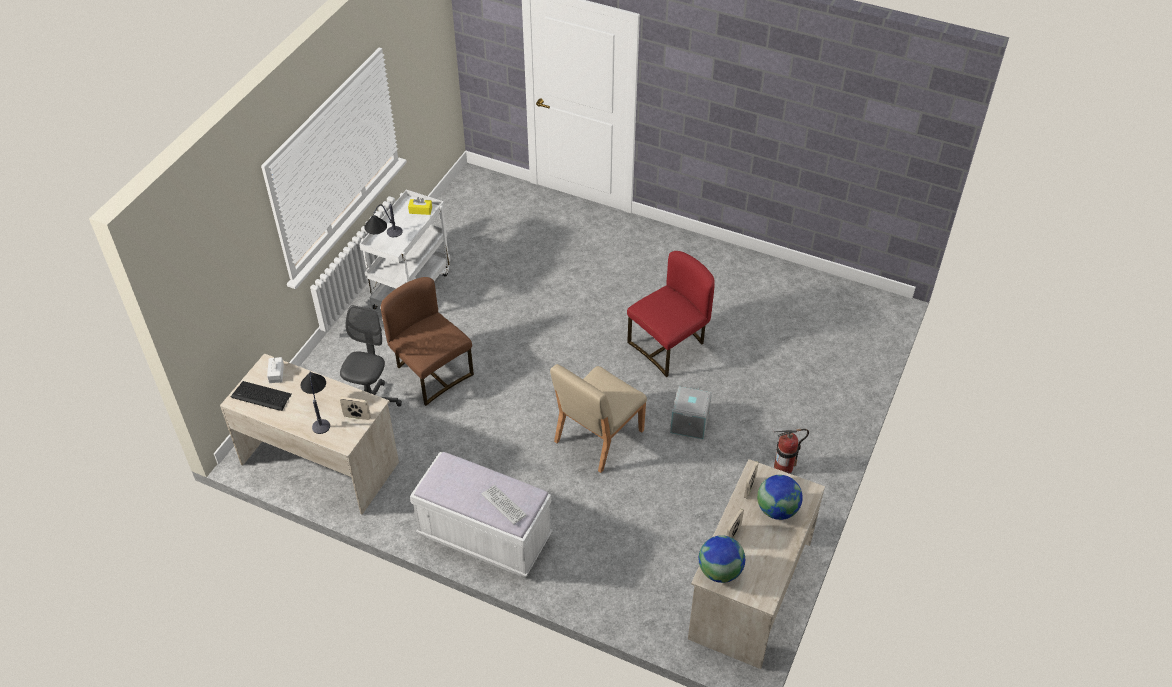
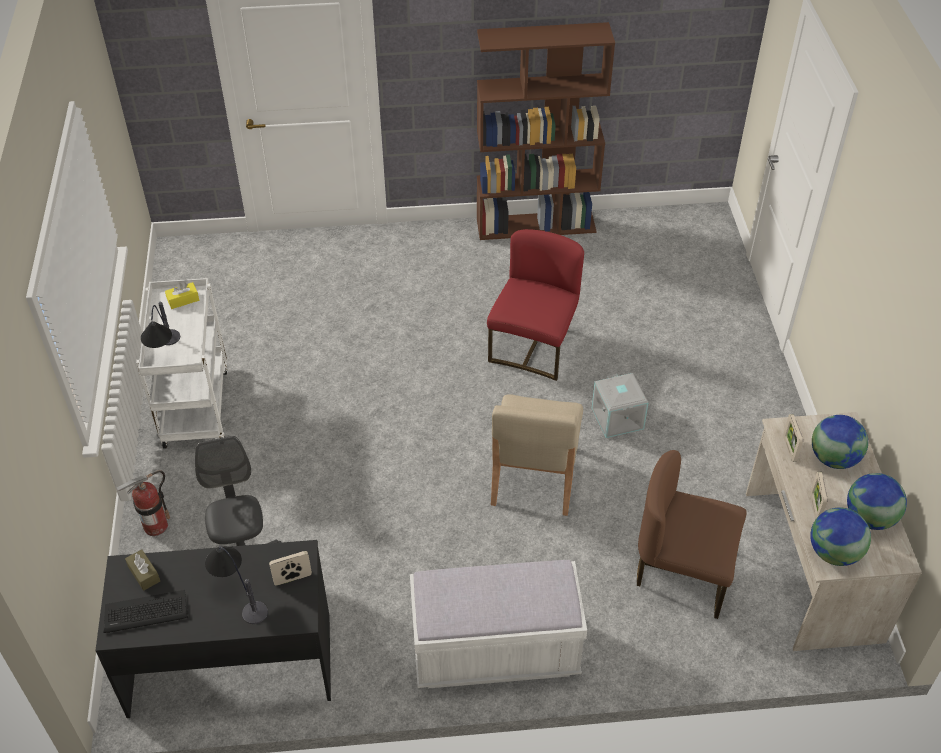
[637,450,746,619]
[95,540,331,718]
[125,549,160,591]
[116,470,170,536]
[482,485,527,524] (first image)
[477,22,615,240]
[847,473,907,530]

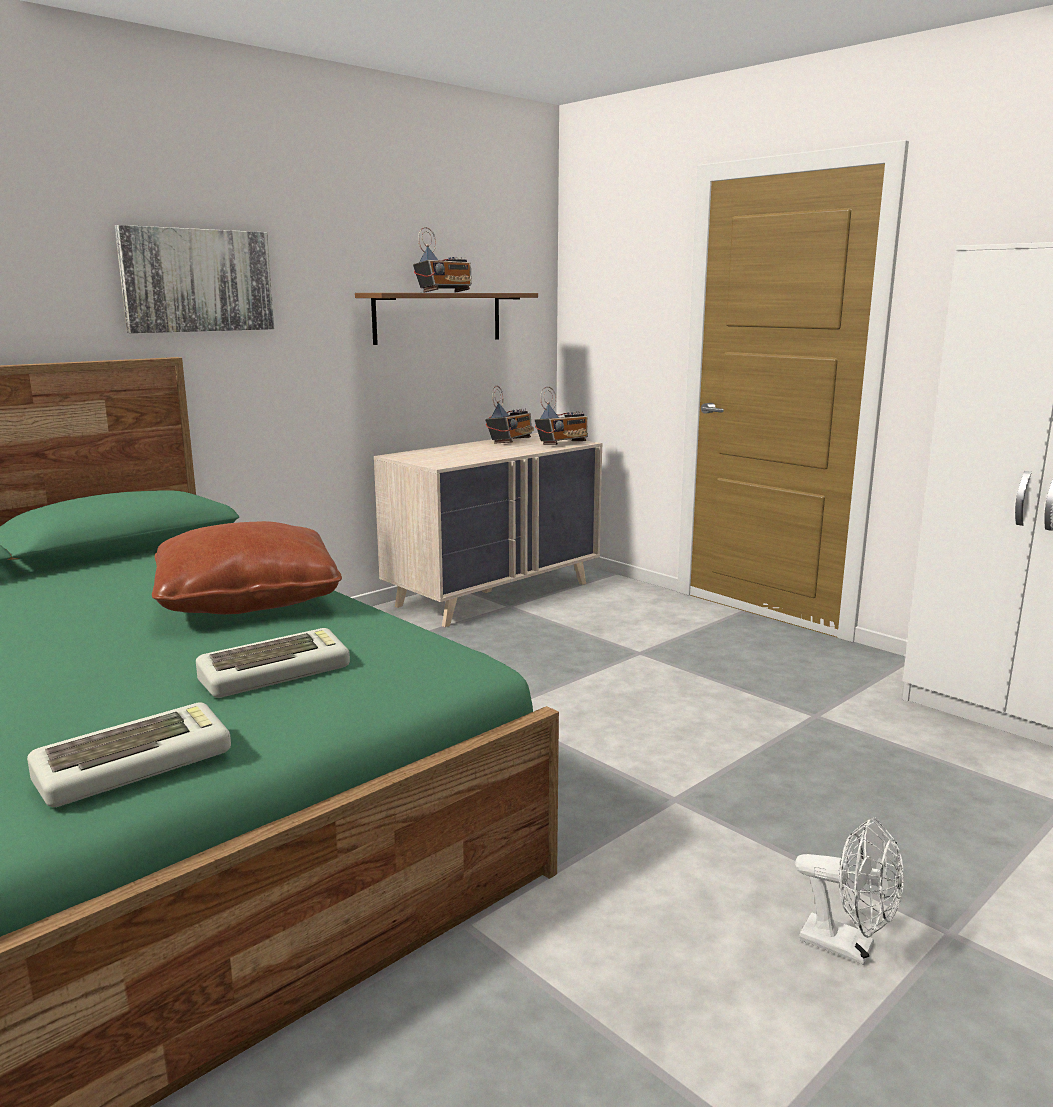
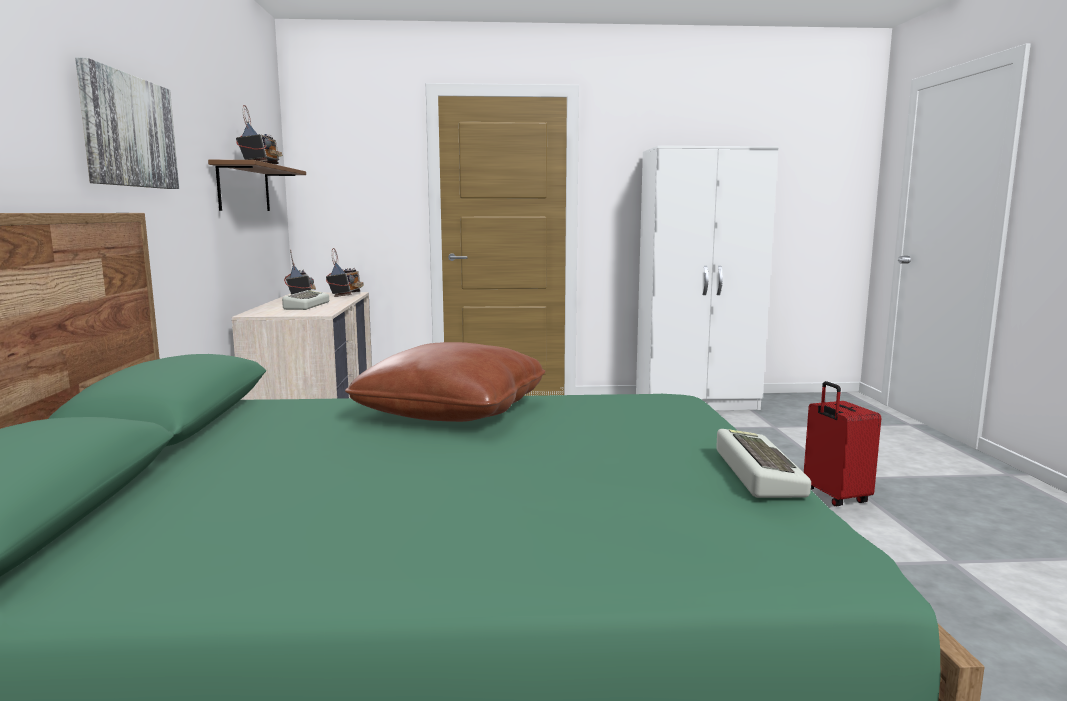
[282,290,329,310]
[804,381,881,506]

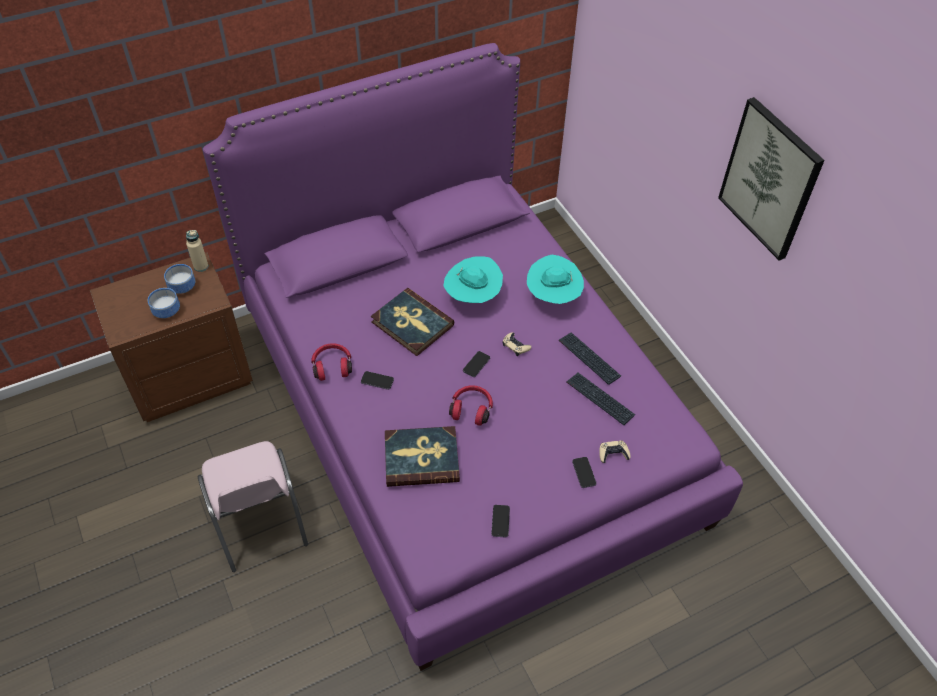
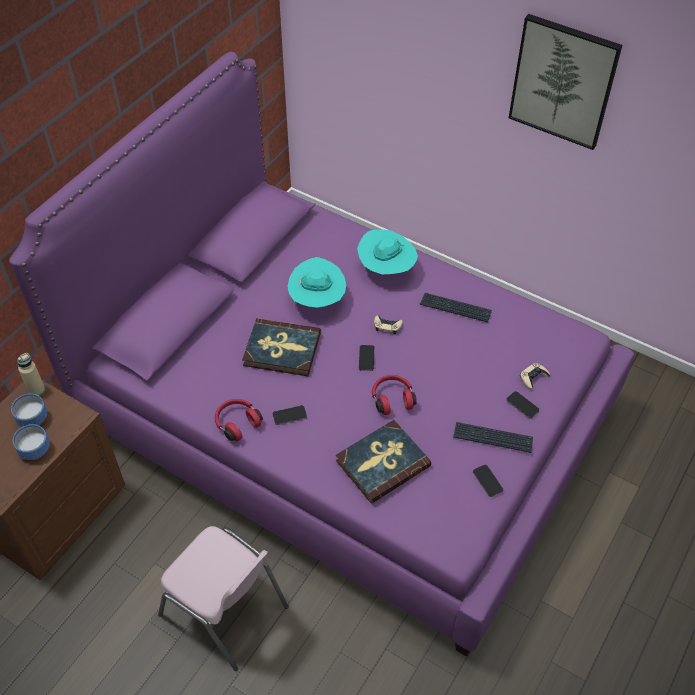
[453,422,533,453]

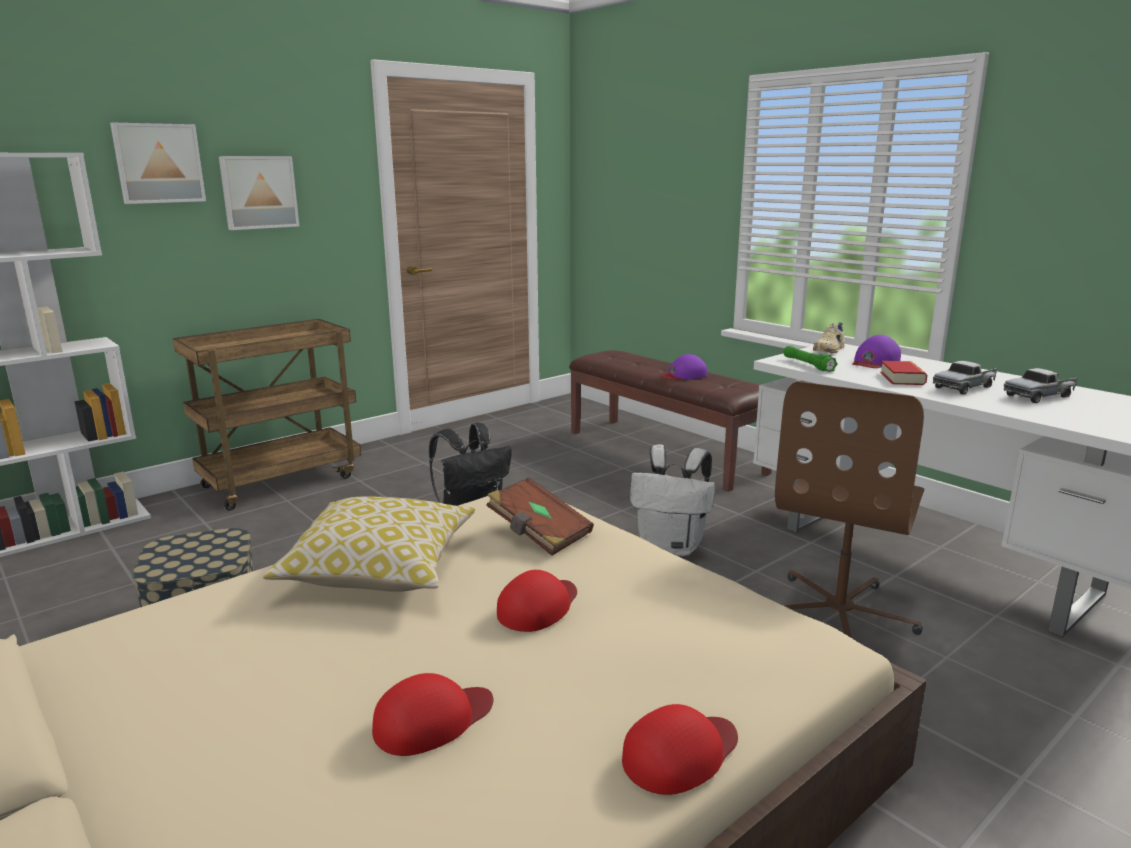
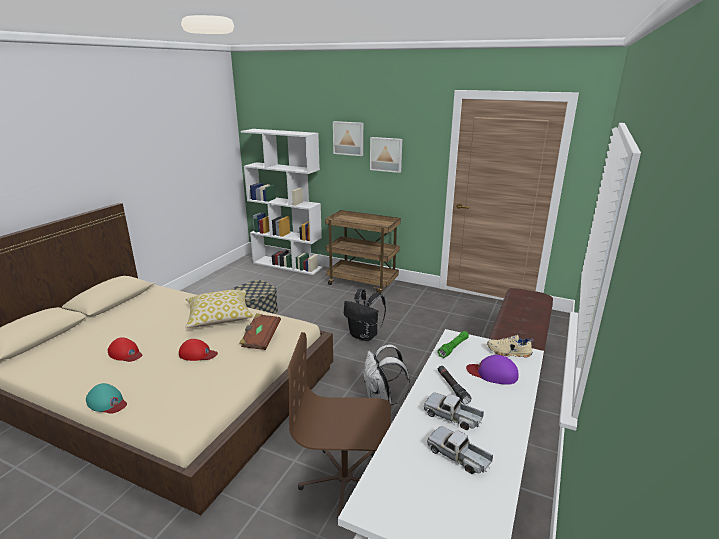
[660,354,707,380] (first image)
[438,366,471,404]
[86,383,127,414]

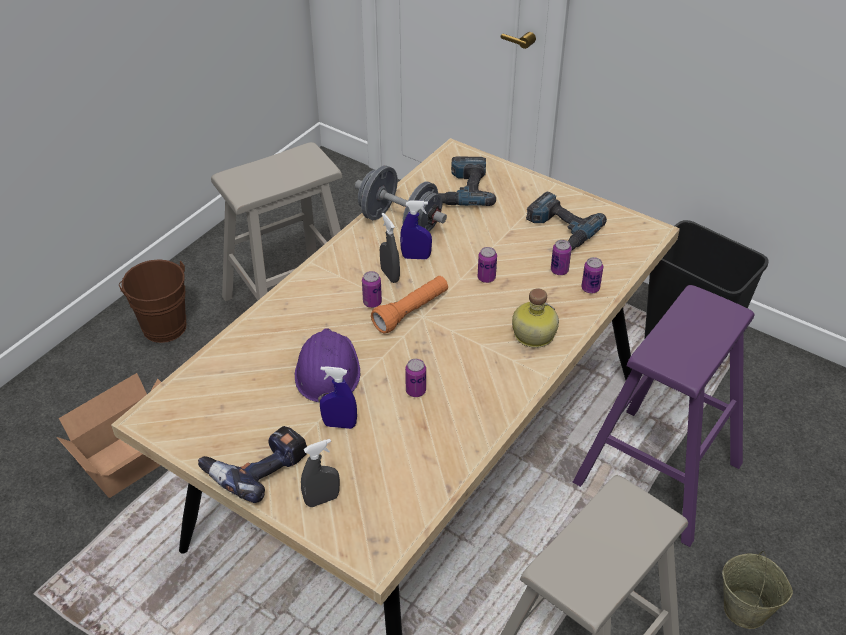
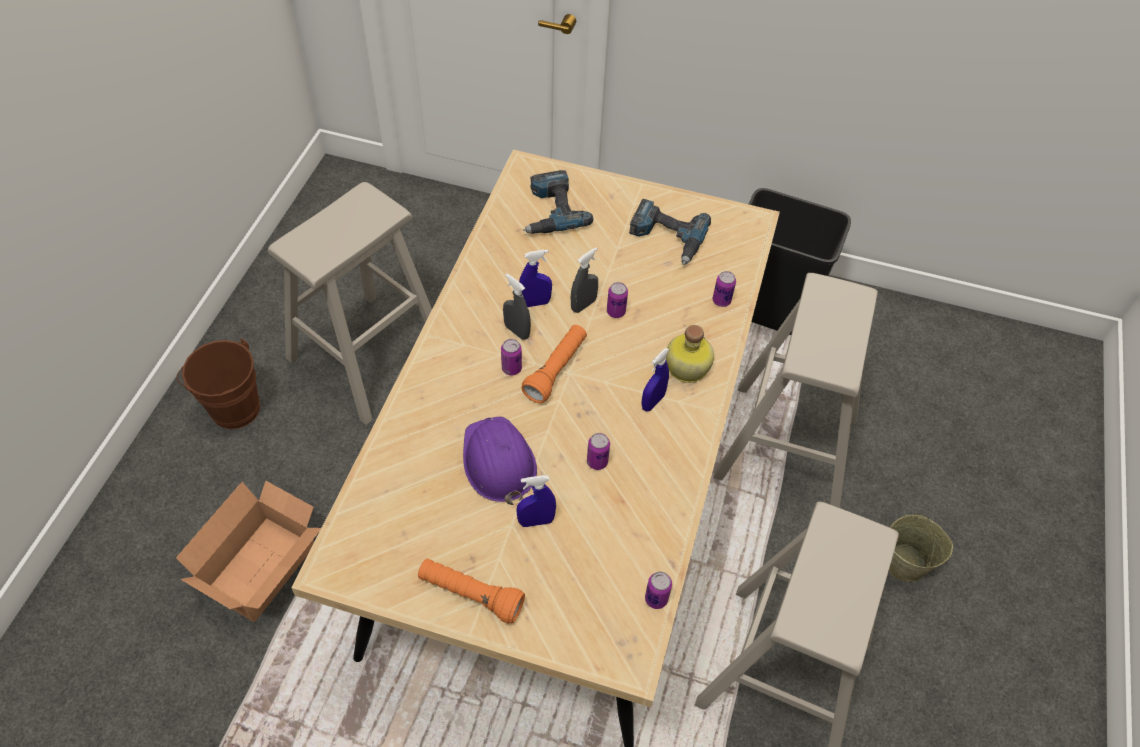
[355,165,447,232] (first image)
[645,572,672,609]
[713,273,878,508]
[418,558,525,624]
[571,247,598,313]
[641,348,669,412]

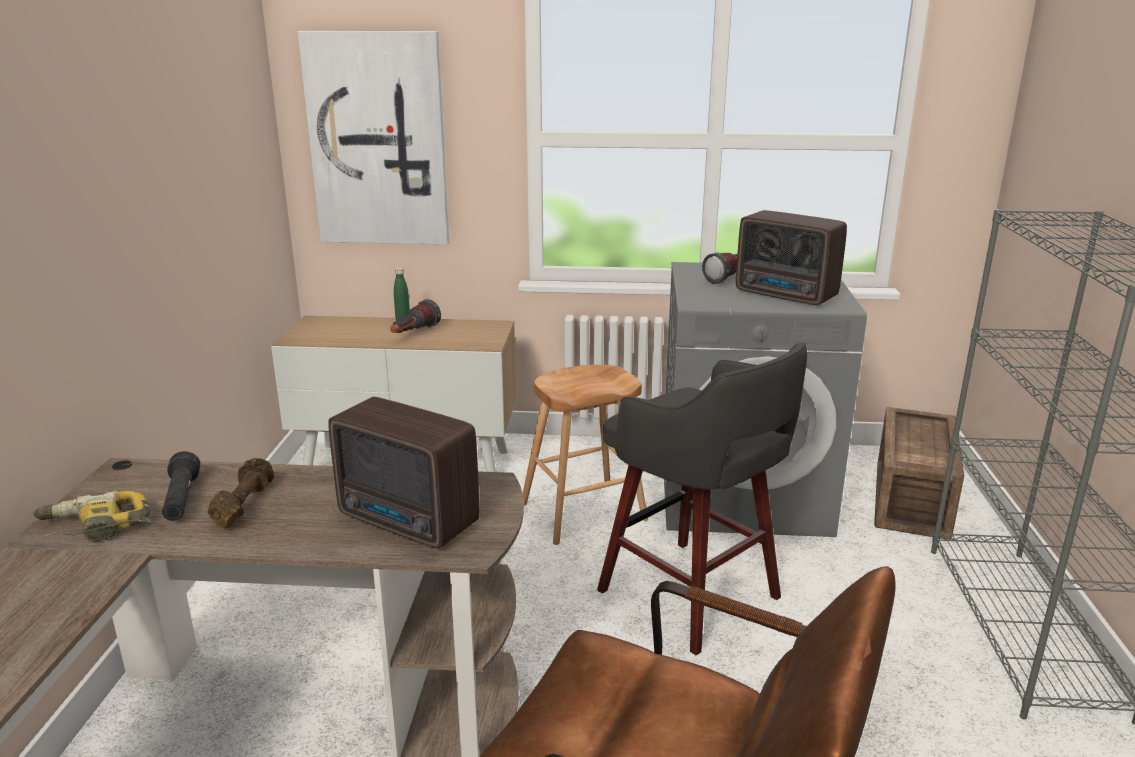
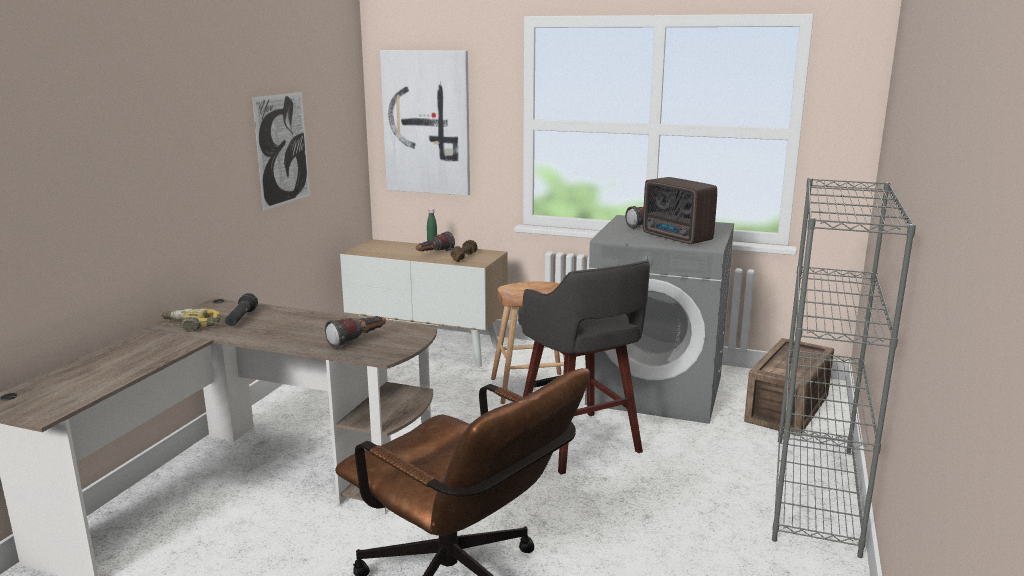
[325,316,386,349]
[451,240,478,262]
[252,92,310,210]

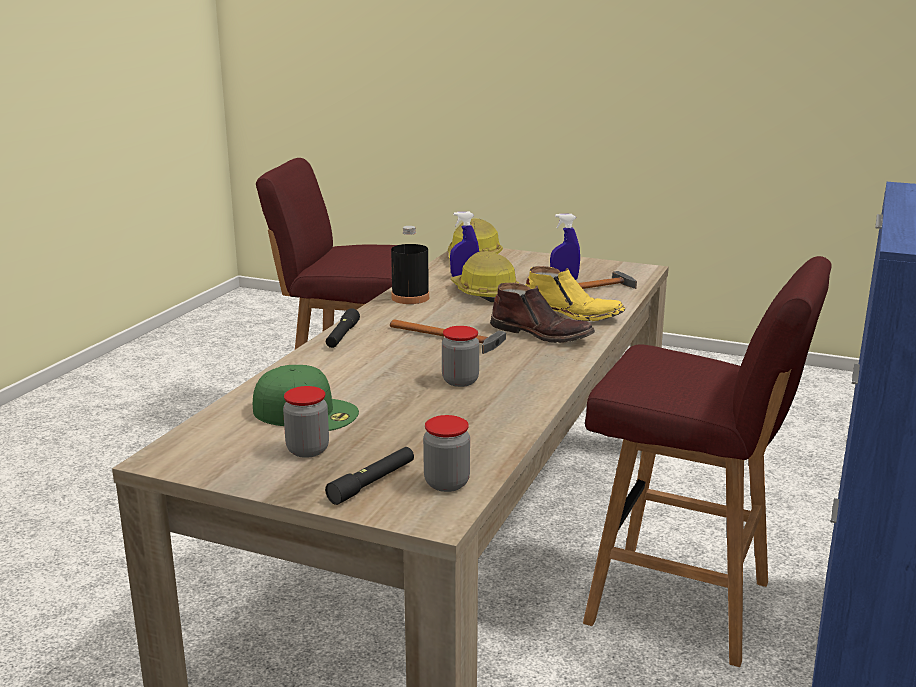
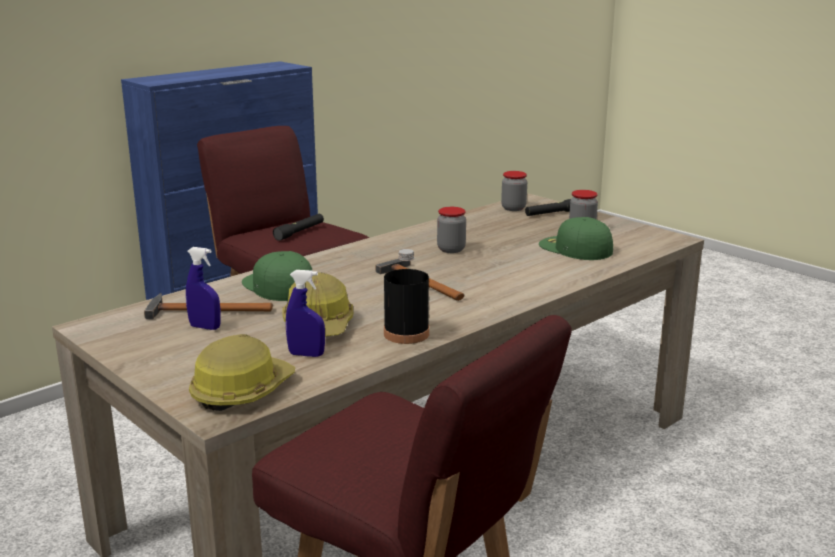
[242,251,313,301]
[490,283,595,343] (first image)
[273,214,324,241]

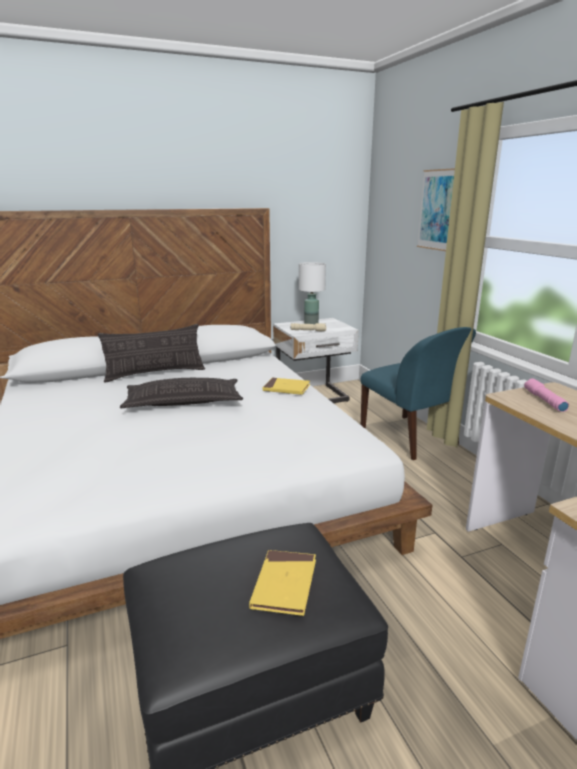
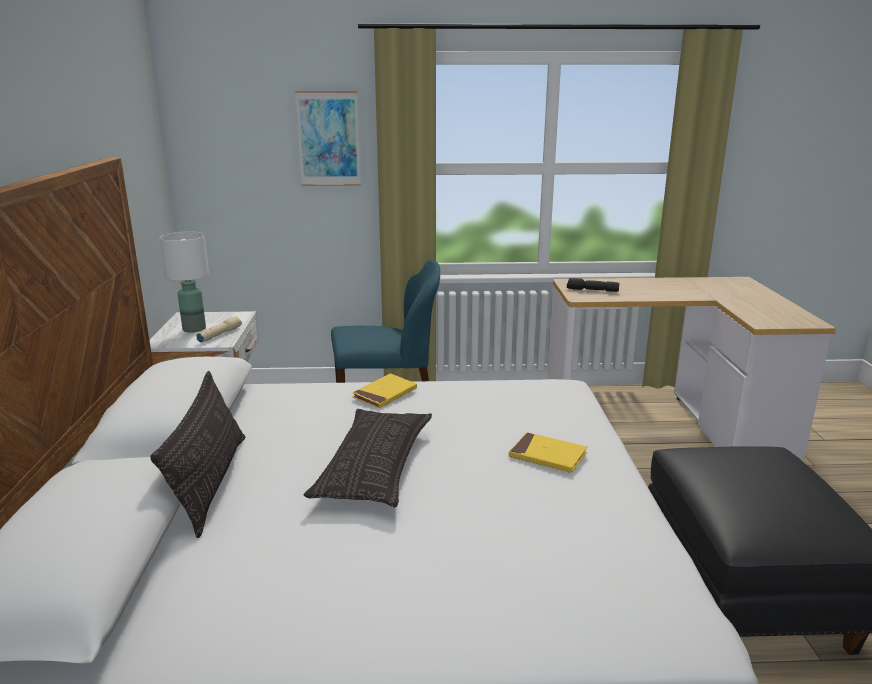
[567,278,620,292]
[509,432,587,473]

